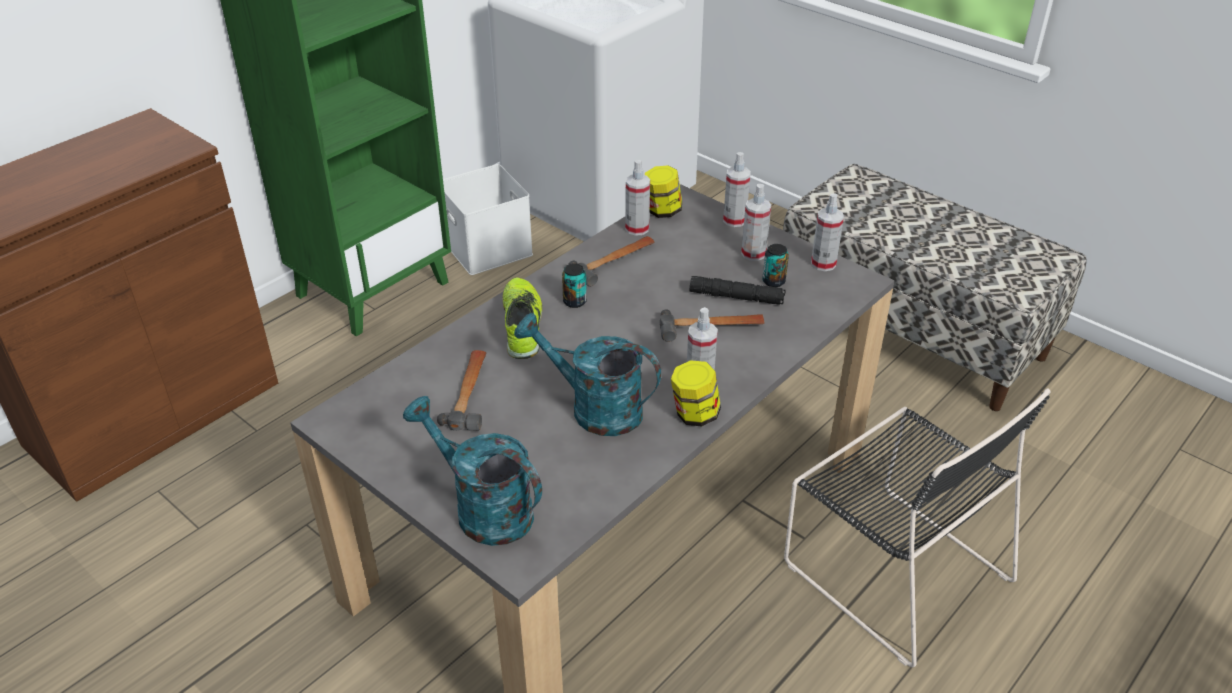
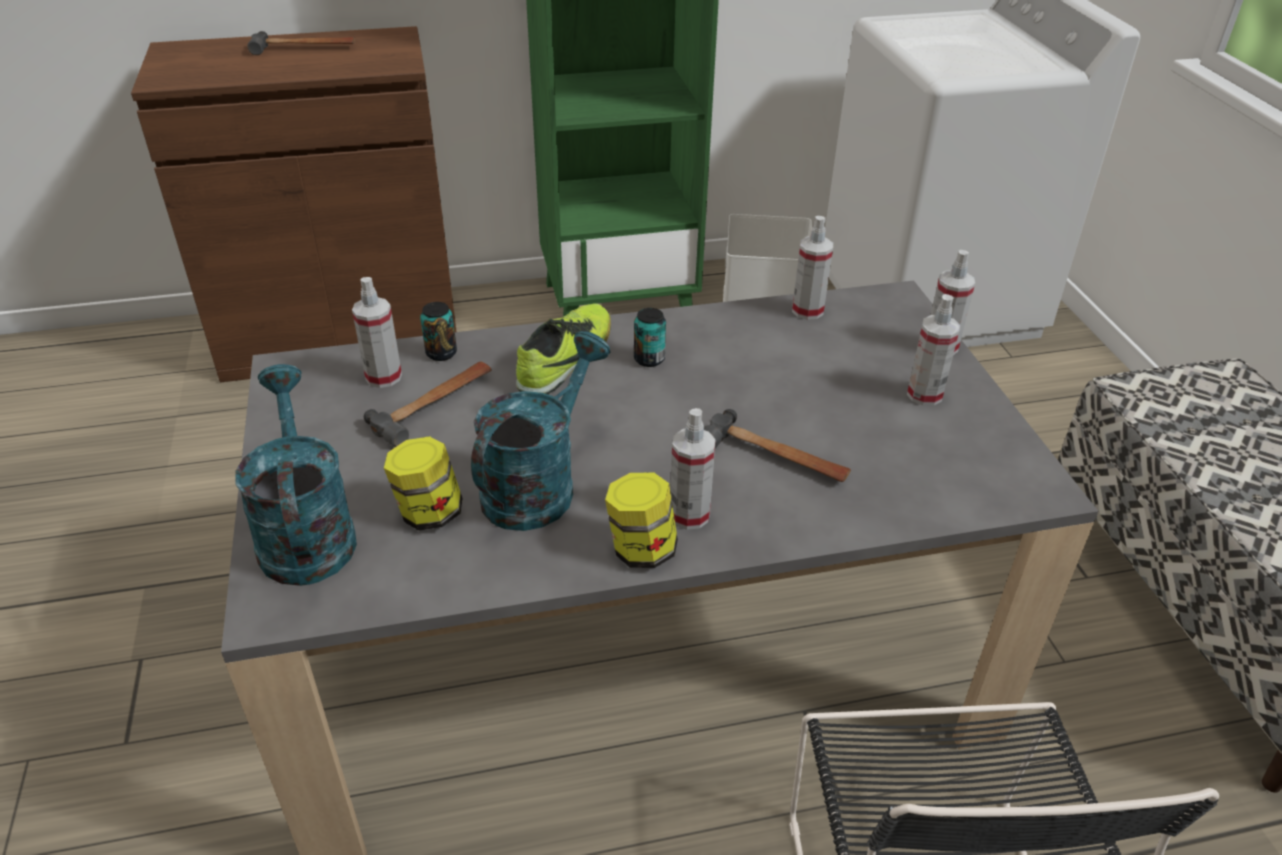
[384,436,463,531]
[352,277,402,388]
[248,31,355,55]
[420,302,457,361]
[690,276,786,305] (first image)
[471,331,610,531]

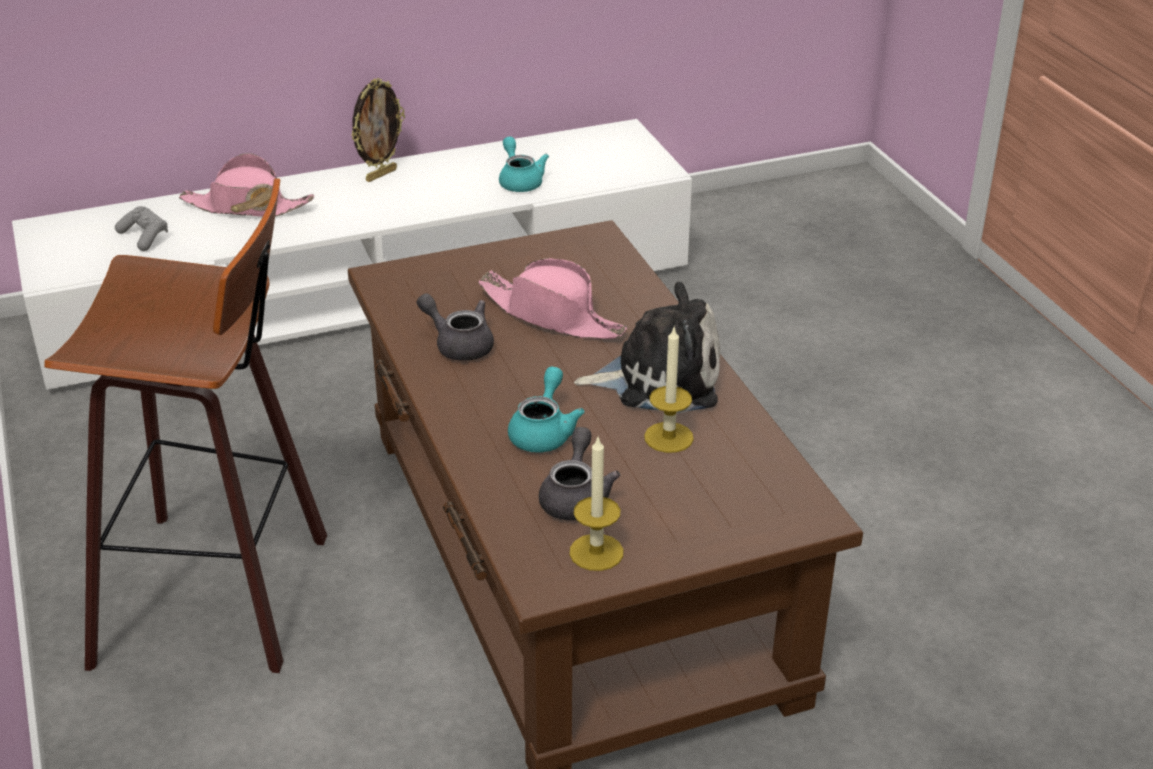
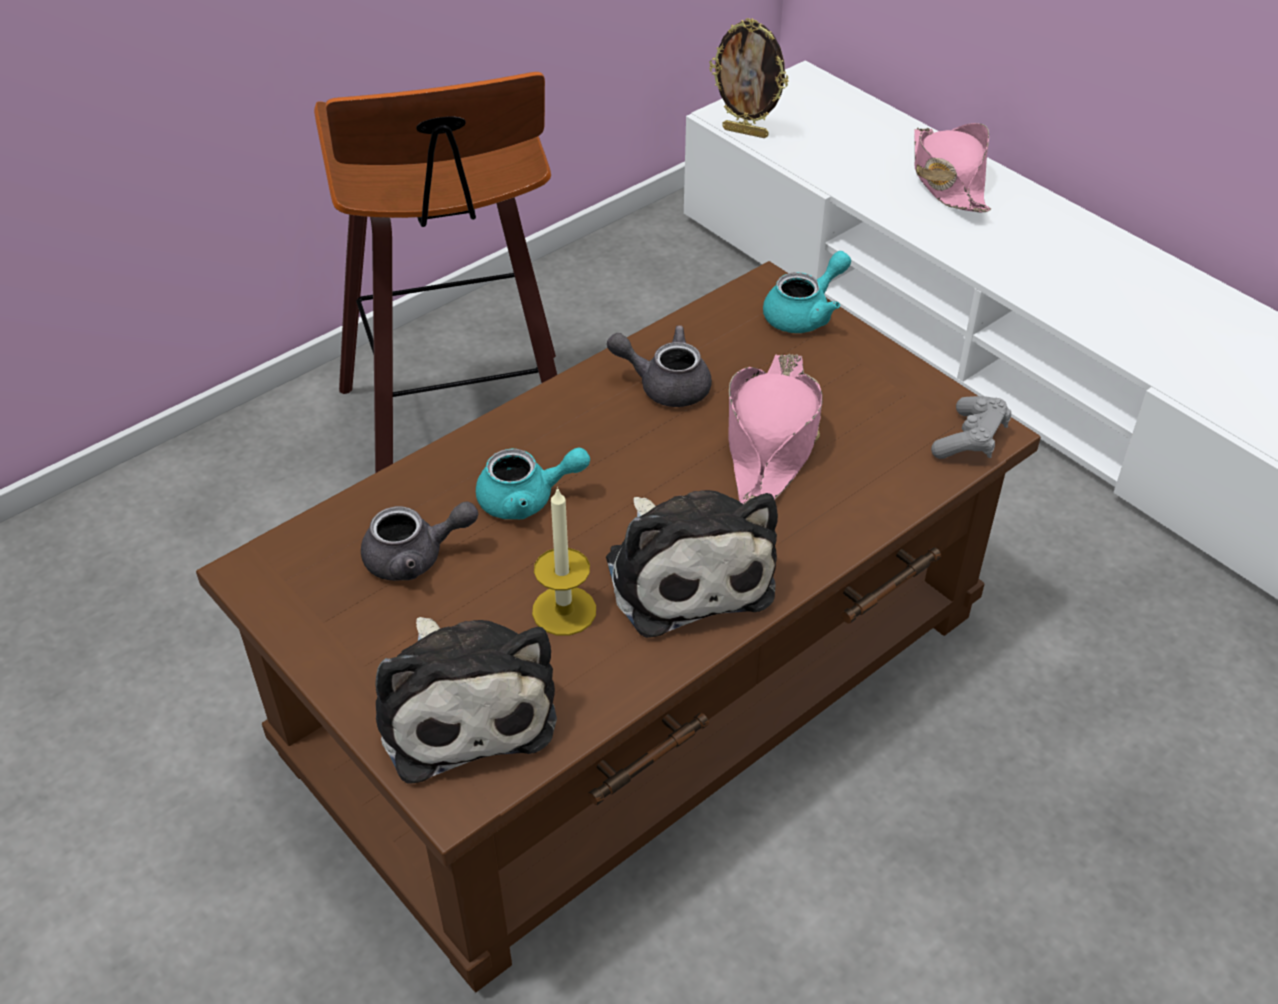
[709,18,789,138]
[763,251,851,333]
[931,396,1011,459]
[607,325,712,407]
[570,435,623,571] (first image)
[375,617,557,784]

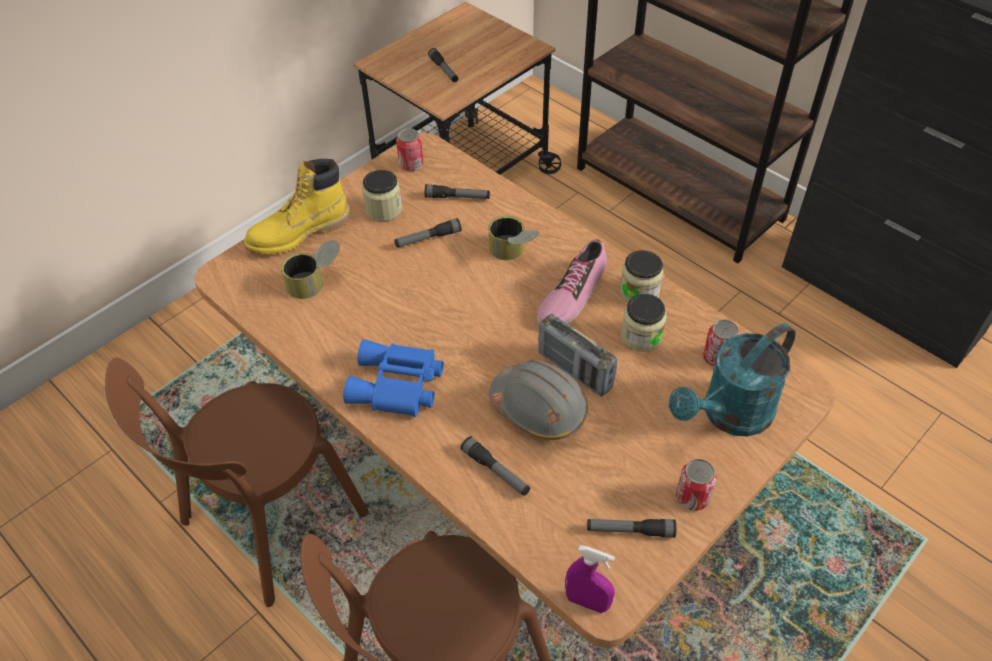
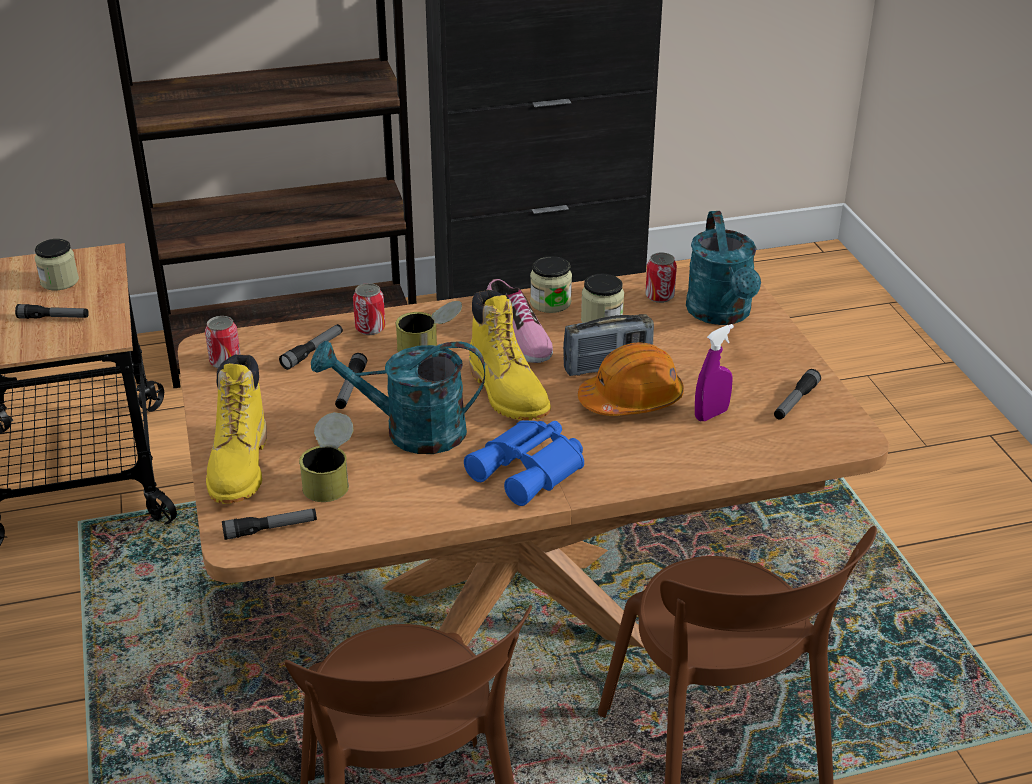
[35,239,79,290]
[578,342,684,416]
[222,509,317,540]
[353,283,385,335]
[695,324,734,421]
[469,290,551,421]
[311,340,485,454]

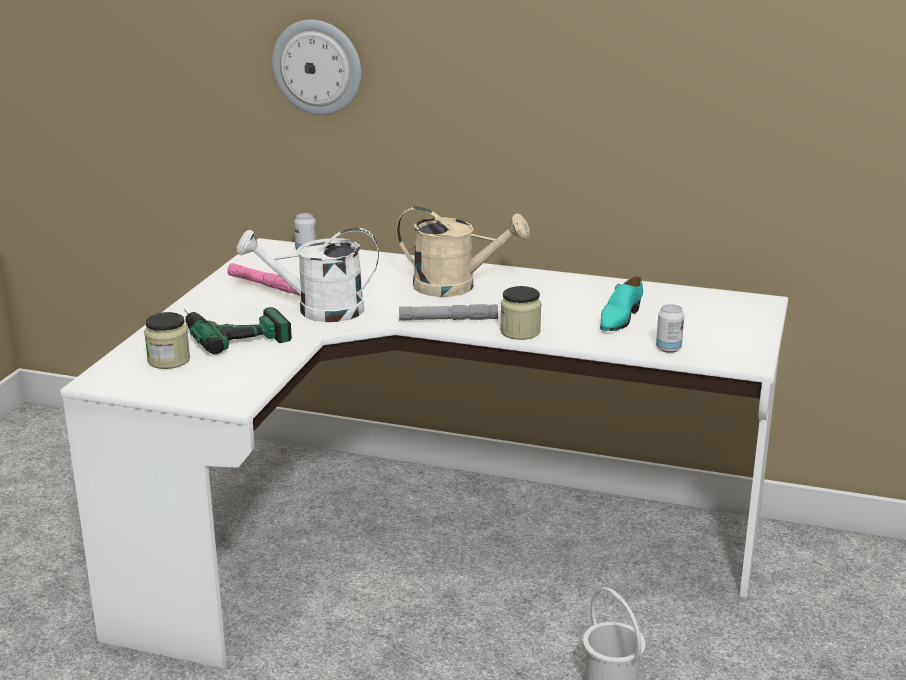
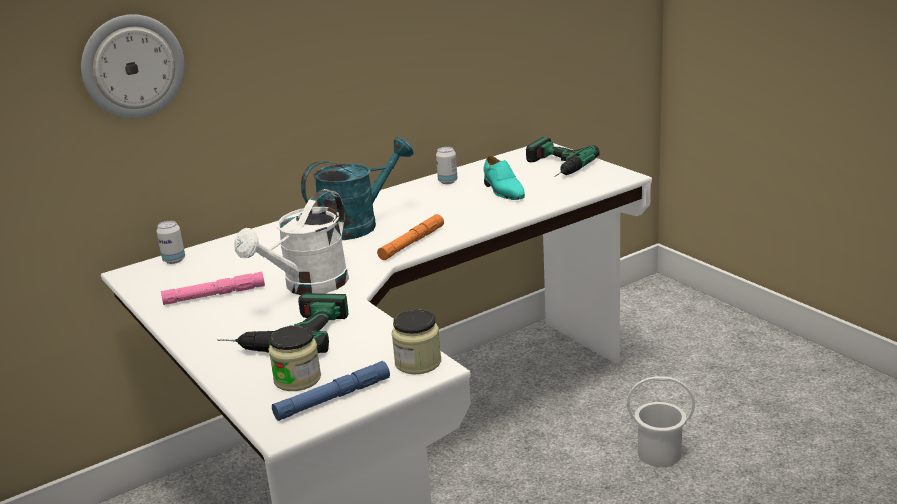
[301,137,414,240]
[392,309,441,374]
[377,214,444,260]
[436,147,458,184]
[526,137,600,177]
[272,361,390,421]

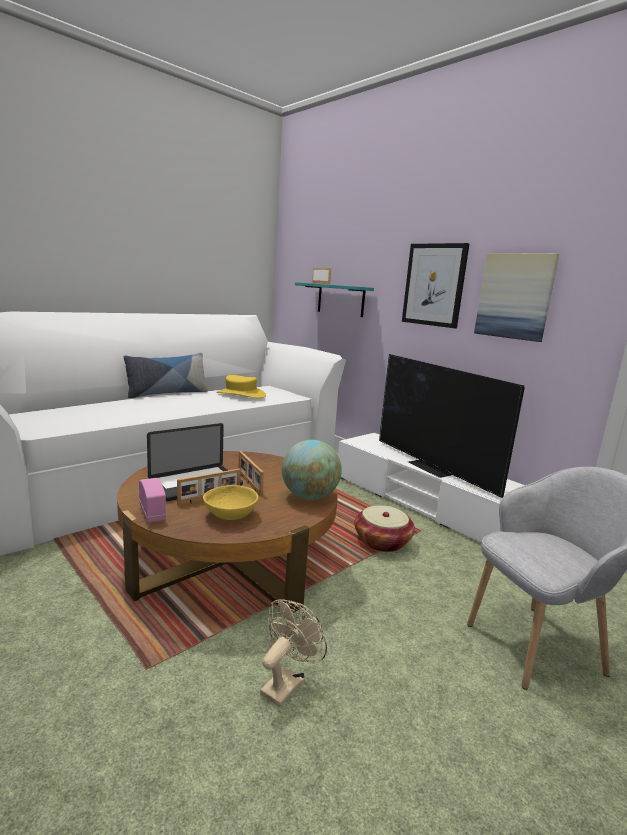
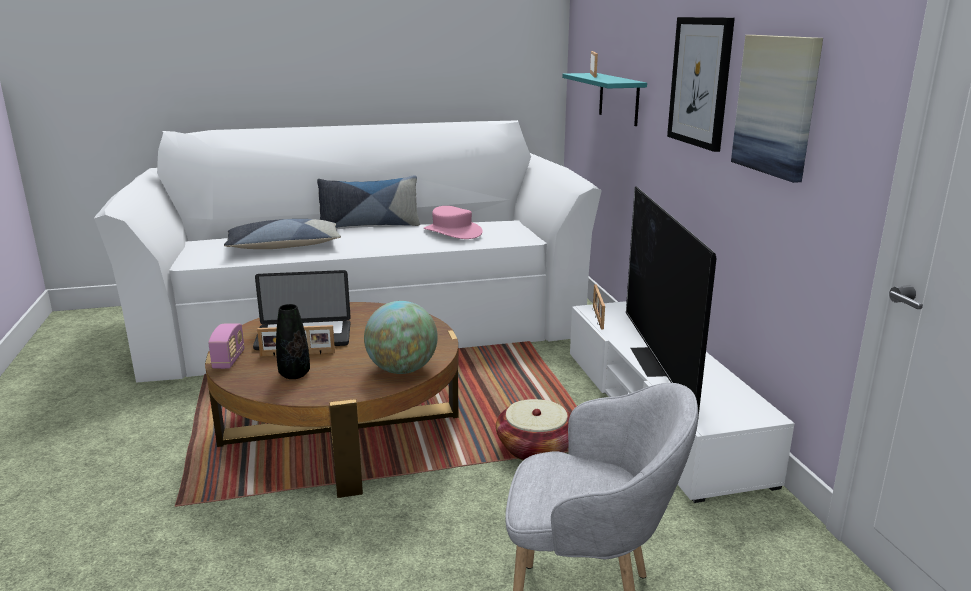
[424,206,483,239]
[593,285,605,329]
[276,304,310,379]
[260,599,327,707] (first image)
[224,219,341,249]

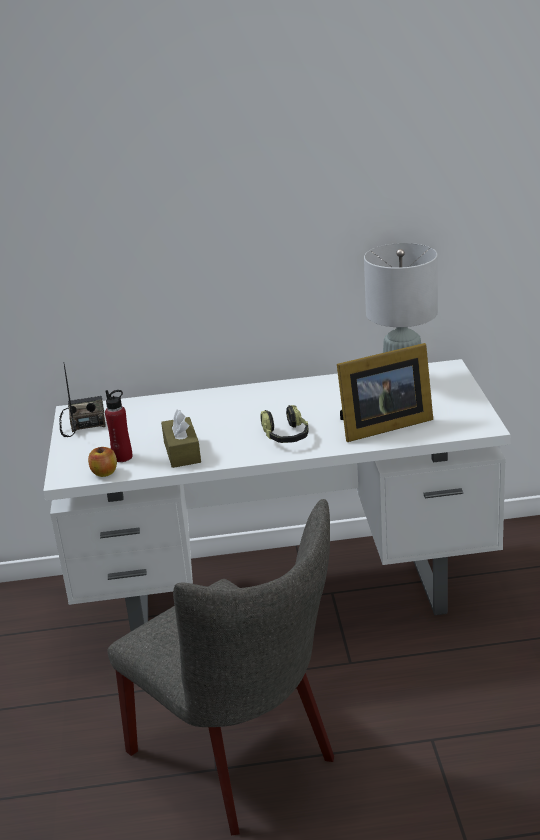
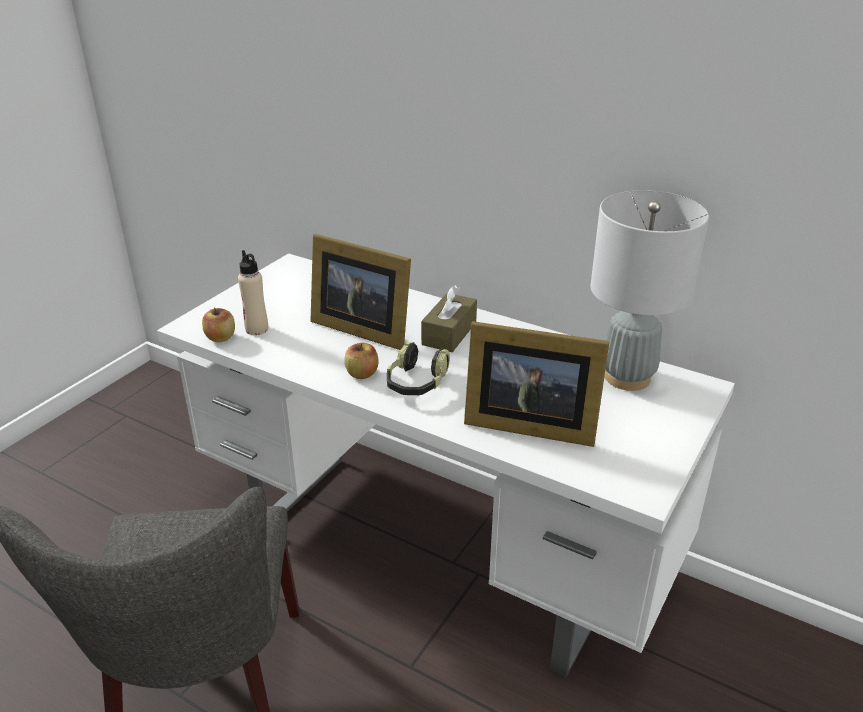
[59,364,106,437] (first image)
[238,250,268,335]
[421,285,477,352]
[310,234,411,350]
[344,343,379,379]

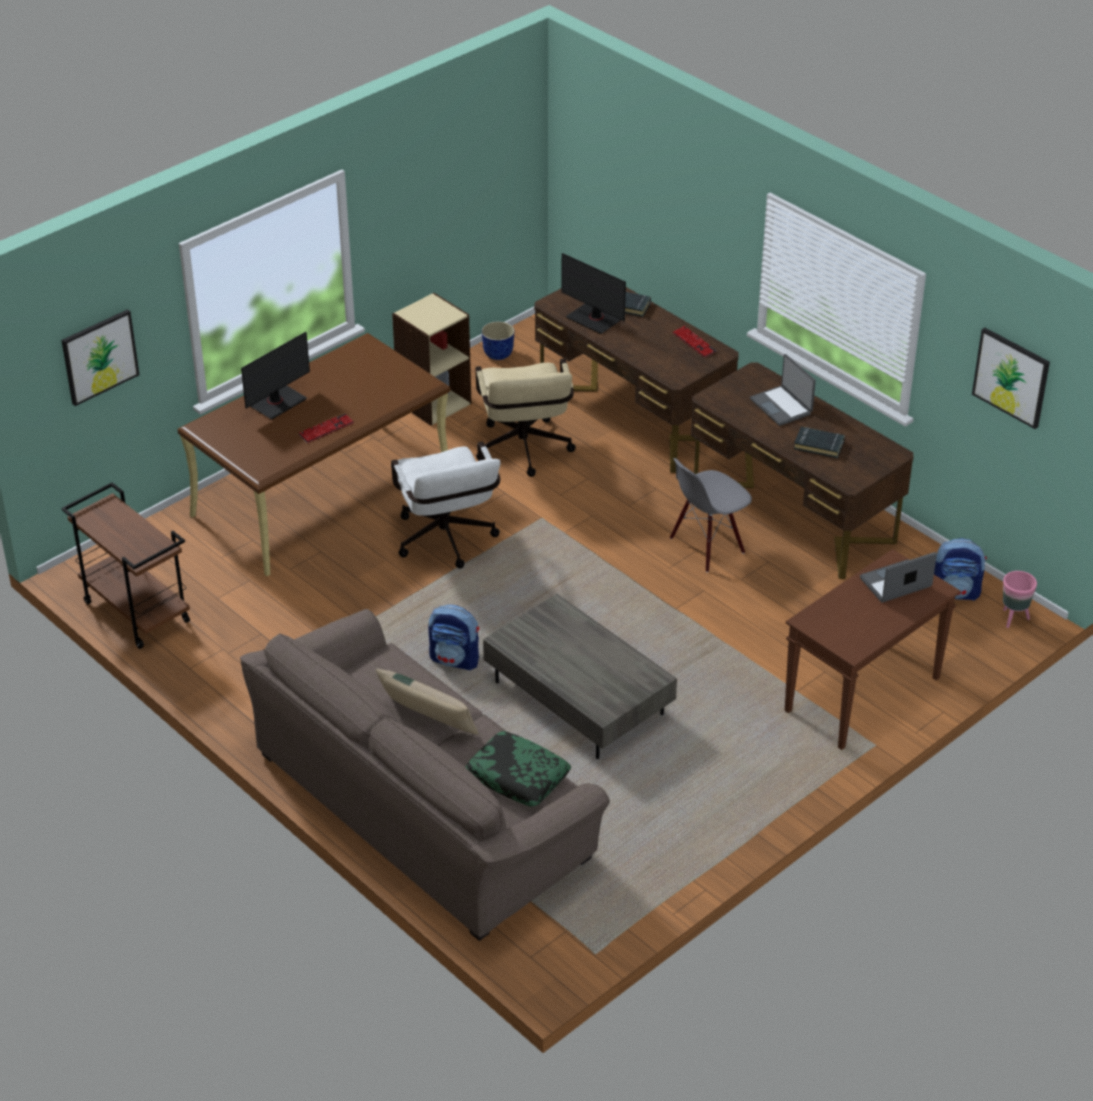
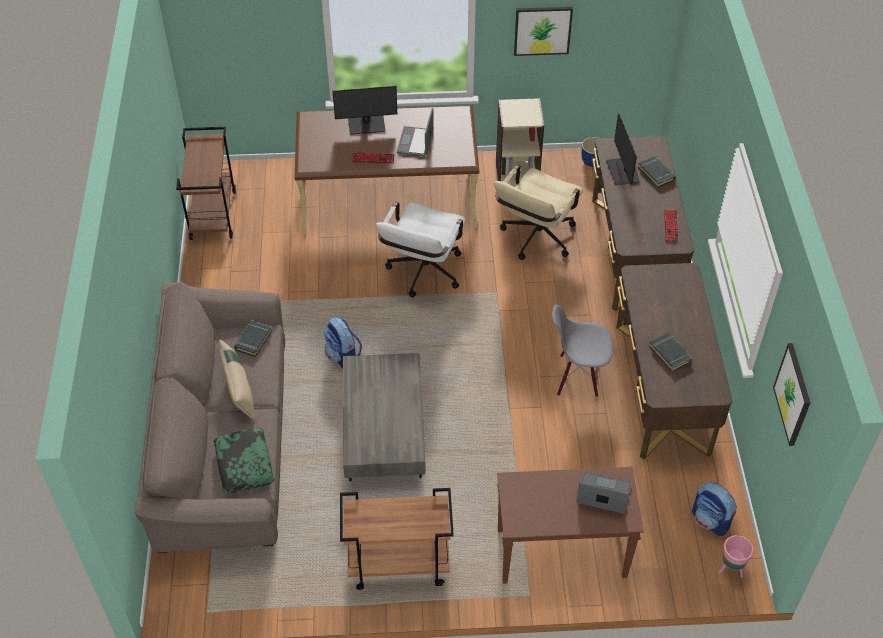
[514,7,573,56]
[397,108,434,157]
[234,320,272,357]
[340,488,454,590]

